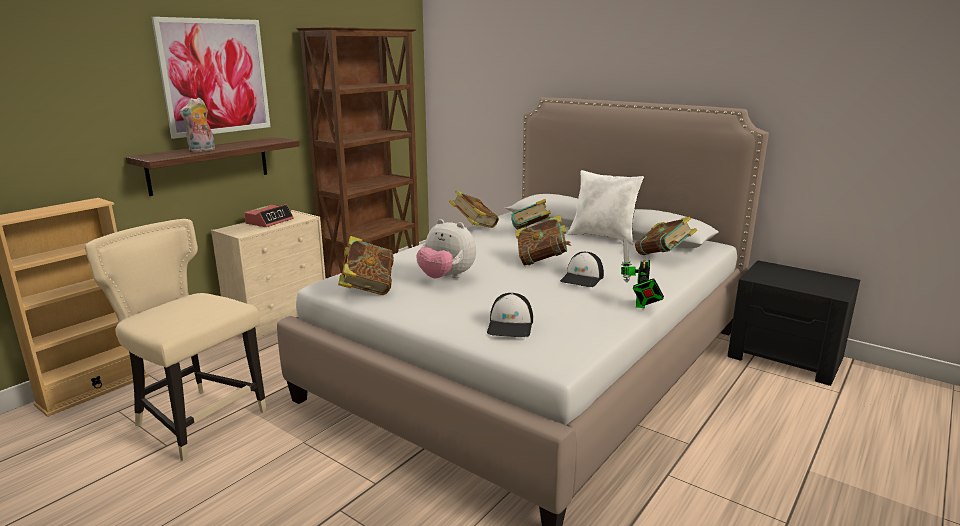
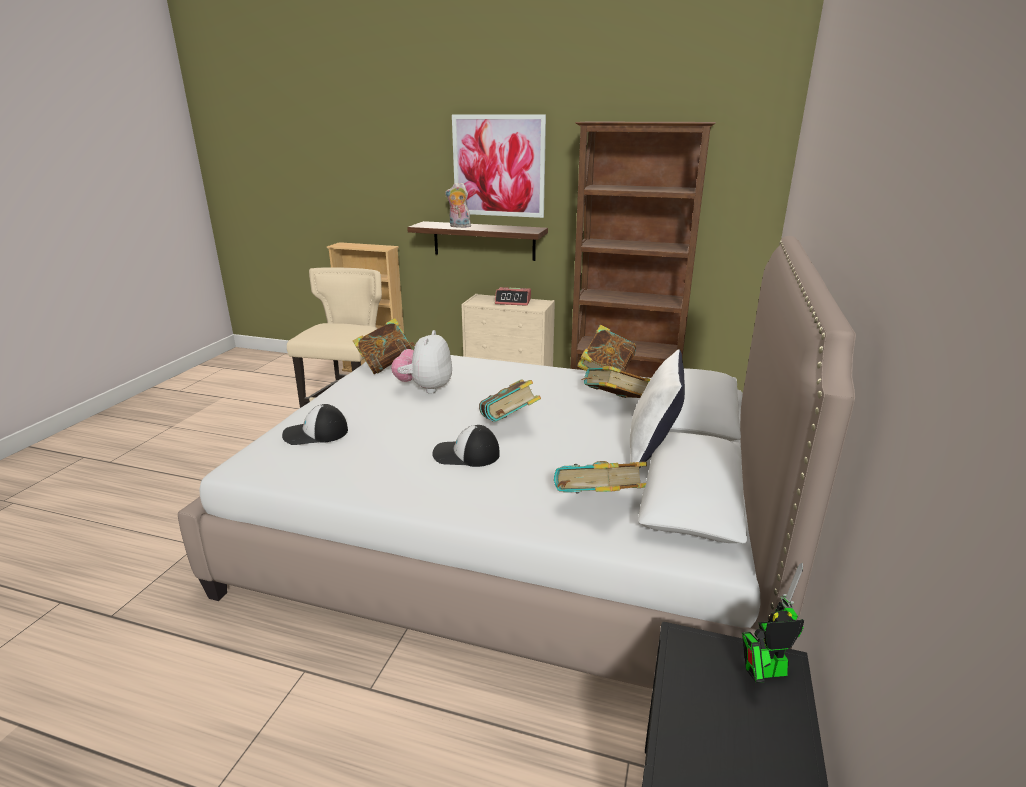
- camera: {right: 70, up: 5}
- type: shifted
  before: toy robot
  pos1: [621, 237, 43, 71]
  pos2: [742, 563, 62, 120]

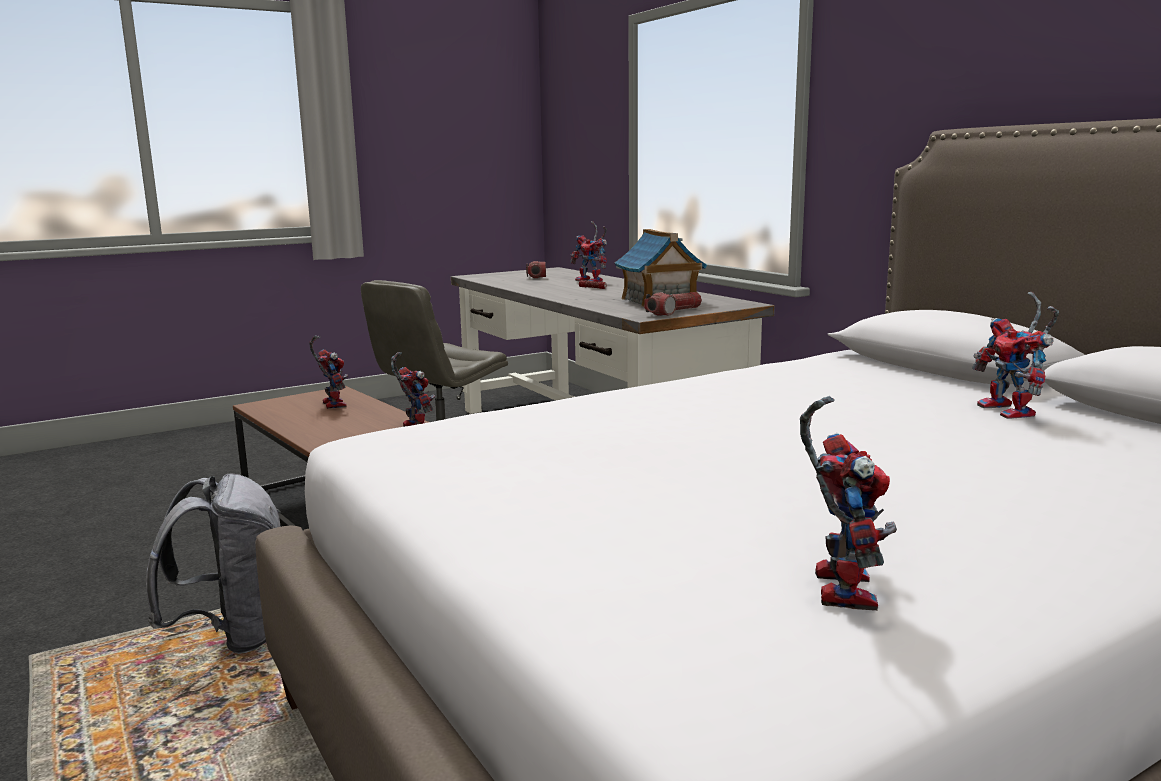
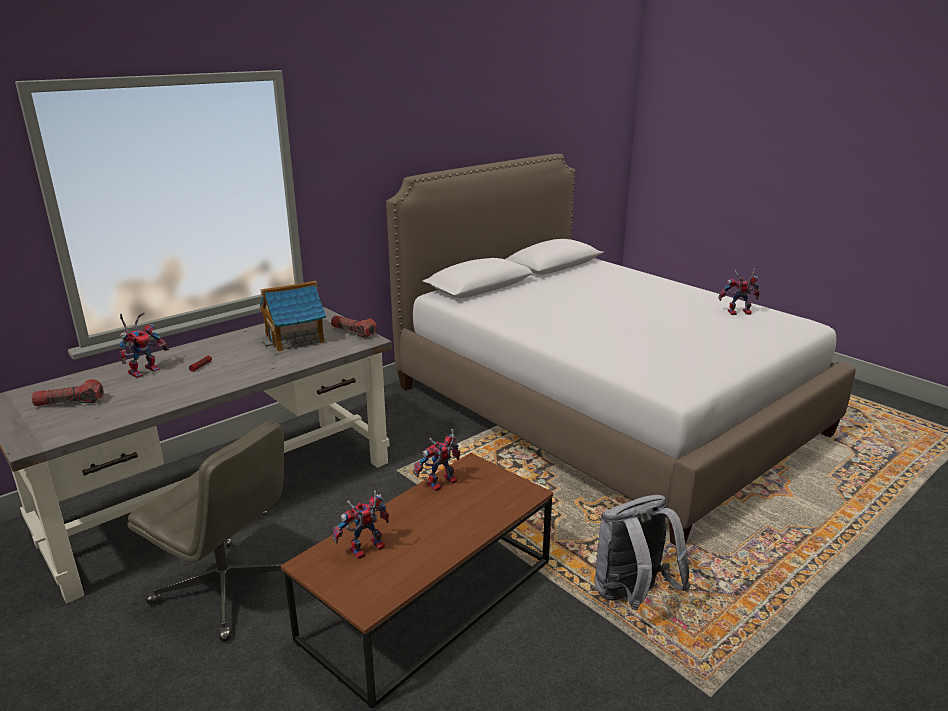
- camera: {right: -100, up: 10}
- type: gone
  before: toy robot
  pos1: [972, 292, 87, 127]

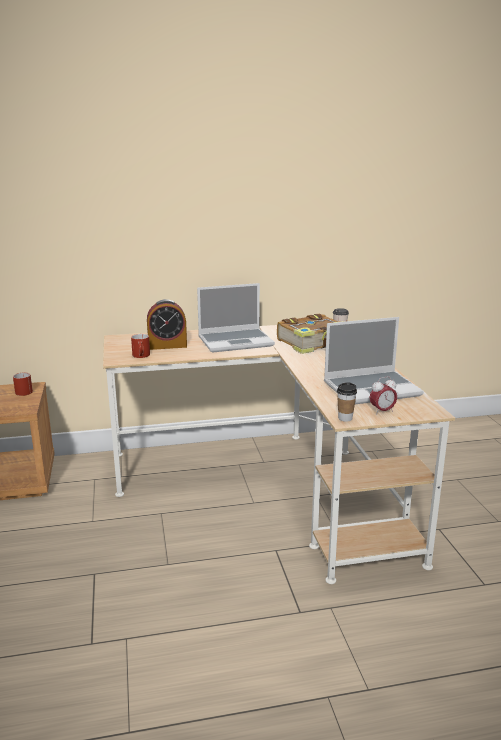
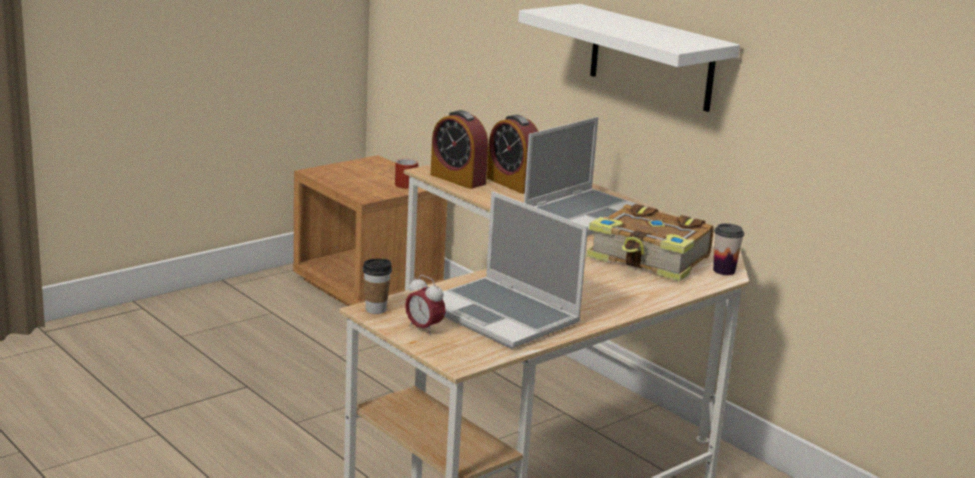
- camera: {right: 60, up: 0}
- type: swapped
  before: red mug
  after: alarm clock
  pos1: [131, 334, 19, 24]
  pos2: [431, 110, 58, 79]
- type: new
  after: white shelf
  pos2: [518, 4, 222, 108]
- type: rotated
  before: laptop
  pos1: [197, 283, 78, 70]
  pos2: [524, 117, 124, 119]
  turn: -90

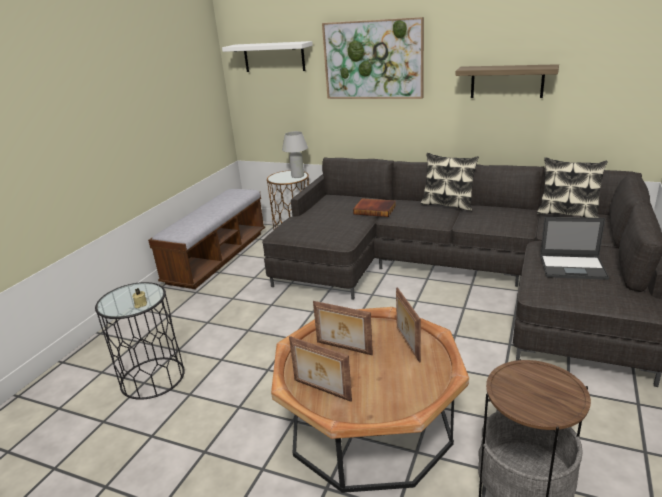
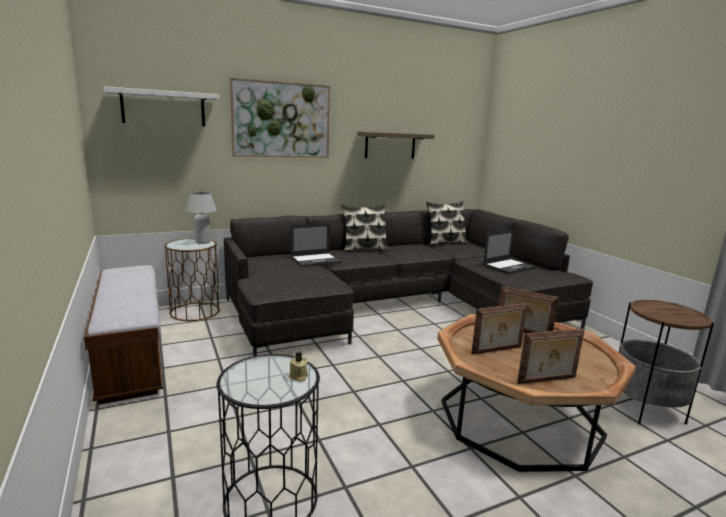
- camera: {right: -50, up: -10}
- type: swapped
  before: book
  after: laptop
  pos1: [353, 198, 43, 19]
  pos2: [291, 223, 51, 44]

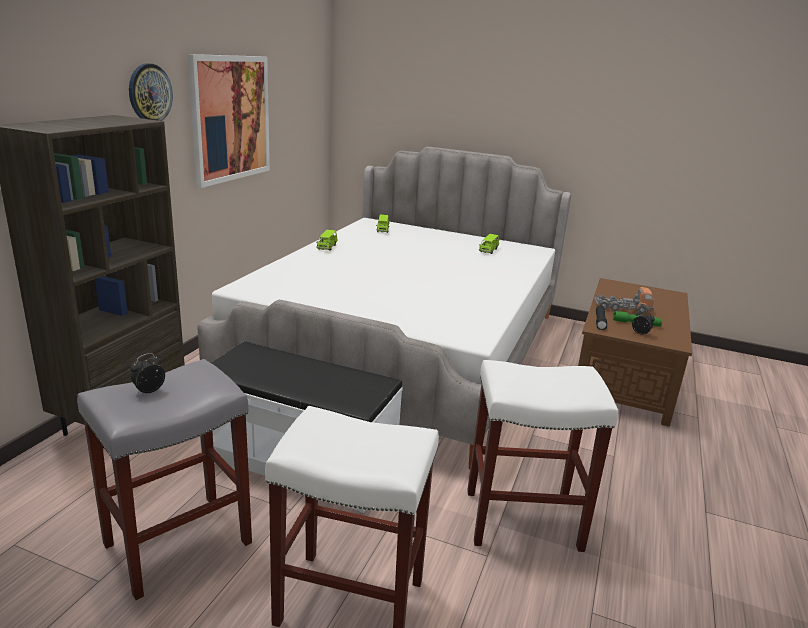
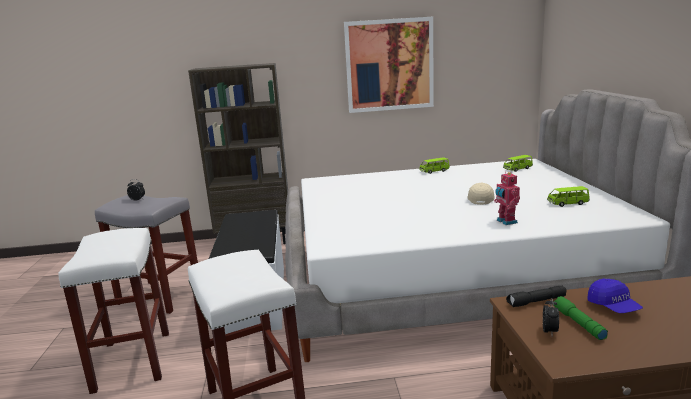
- camera: {right: 65, up: -5}
- type: new
  after: beige cap
  pos2: [468, 182, 27, 23]
- type: new
  after: toy robot
  pos2: [494, 172, 26, 53]
- type: swapped
  before: toy truck
  after: blue cap
  pos1: [594, 287, 60, 27]
  pos2: [587, 279, 56, 34]
- type: gone
  before: wall clock
  pos1: [129, 64, 44, 57]

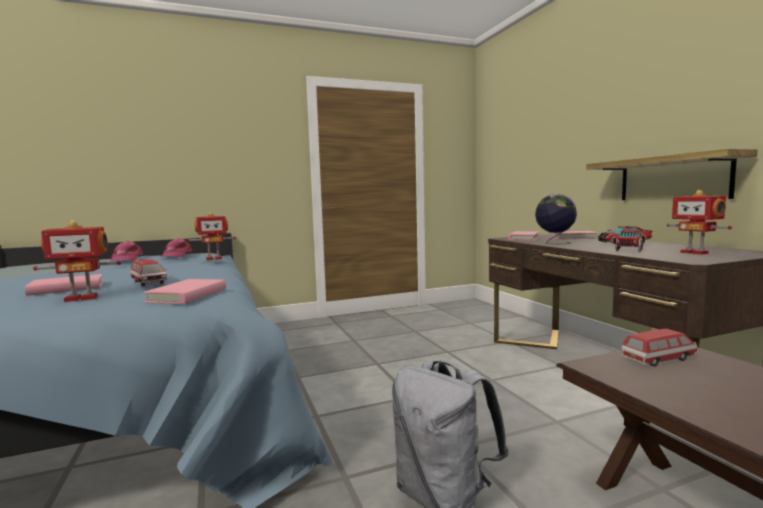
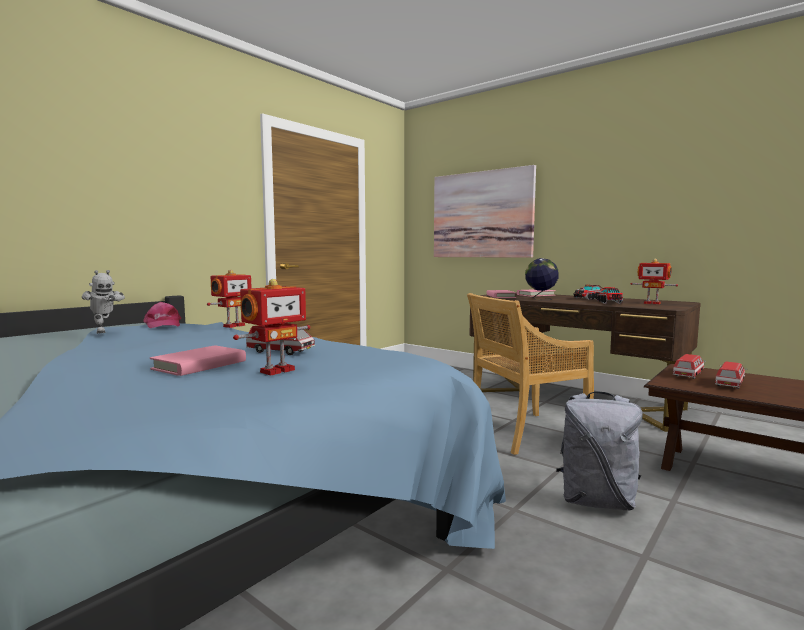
- camera: {right: -30, up: 0}
- type: swapped
  before: pink cap
  after: toy robot
  pos1: [110, 241, 33, 21]
  pos2: [81, 270, 44, 64]
- type: new
  after: picture
  pos2: [434, 165, 102, 93]
- type: new
  after: beige chair
  pos2: [467, 293, 127, 162]
- type: new
  after: toy car
  pos2: [715, 362, 32, 27]
- type: gone
  before: pink book
  pos1: [143, 279, 83, 25]
- type: gone
  before: shelf
  pos1: [586, 149, 172, 51]

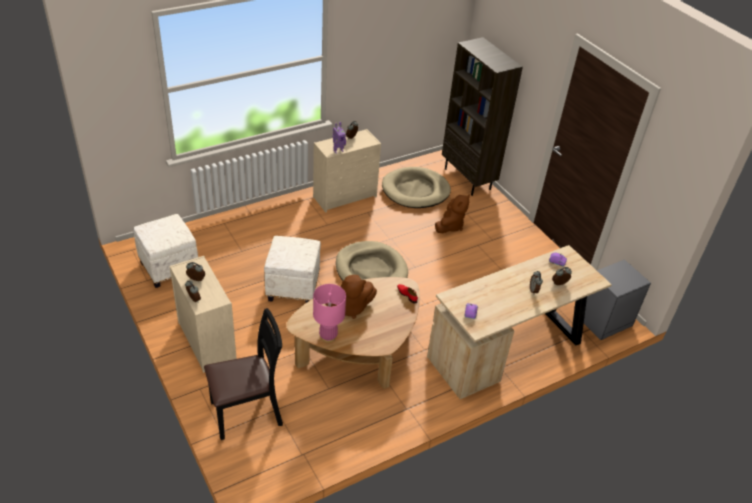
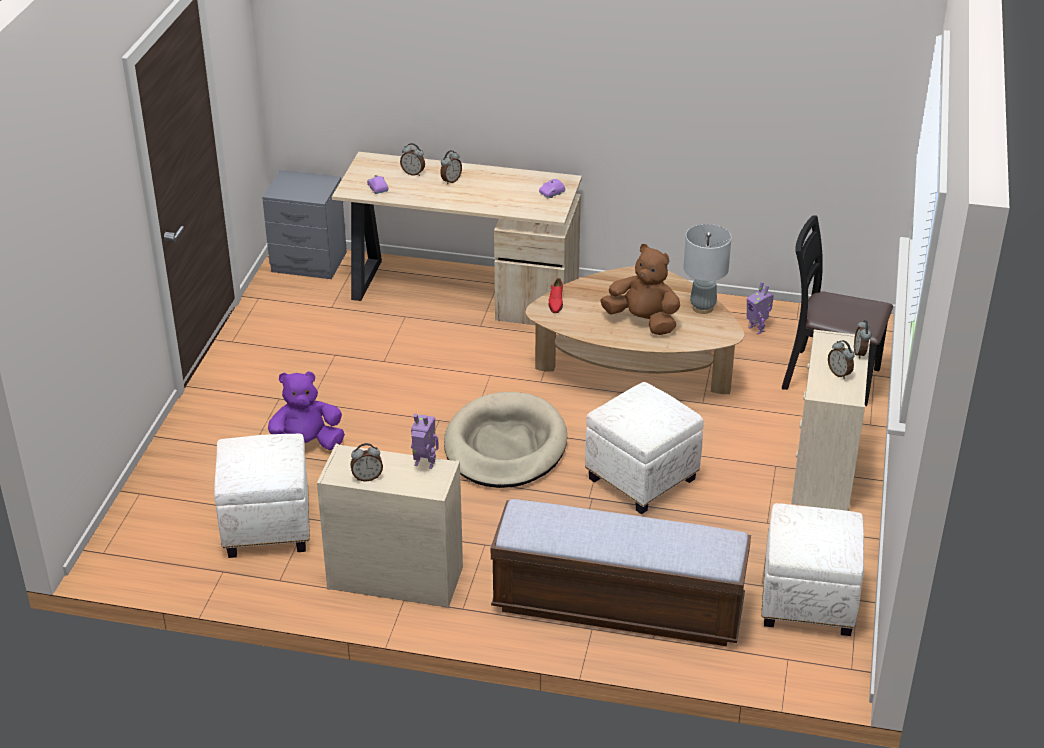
- camera: {right: -135, up: -5}
- type: swapped
  before: beige dog bed
  after: white ottoman
  pos1: [382, 167, 69, 41]
  pos2: [214, 434, 96, 124]
- type: repainted
  before: brown plush toy
  after: purple plush toy
  pos1: [435, 194, 35, 39]
  pos2: [268, 371, 77, 79]
- type: new
  after: bench
  pos2: [491, 499, 260, 147]
- type: repainted
  before: pink table lamp
  after: grey table lamp
  pos1: [313, 284, 33, 59]
  pos2: [683, 224, 49, 90]
- type: new
  after: toy robot
  pos2: [746, 282, 28, 52]
- type: gone
  before: brown bookcase
  pos1: [442, 37, 81, 159]

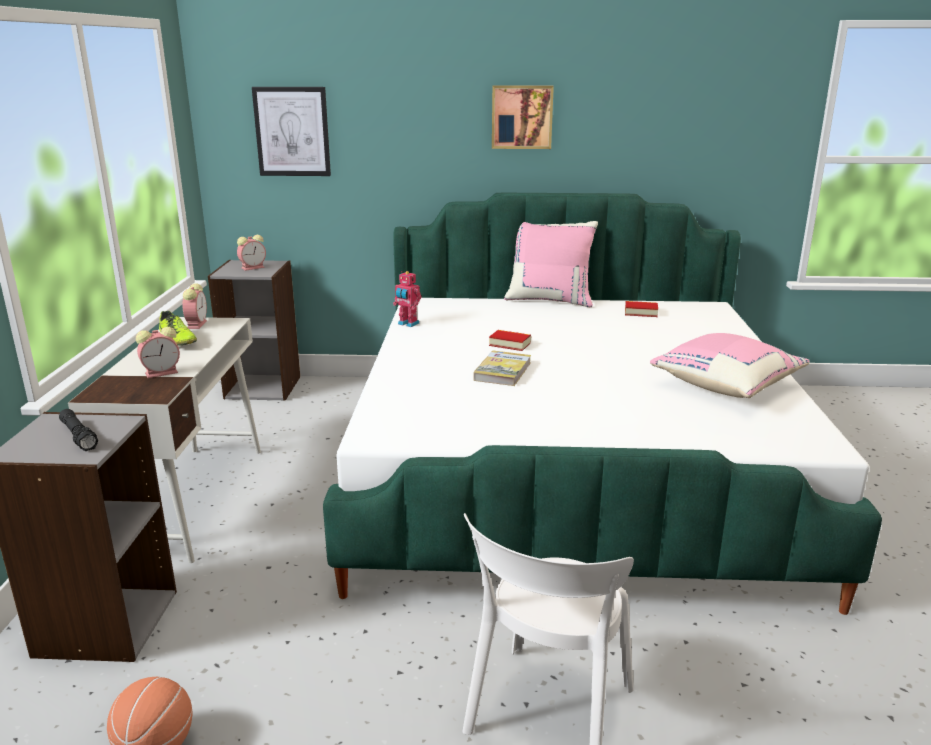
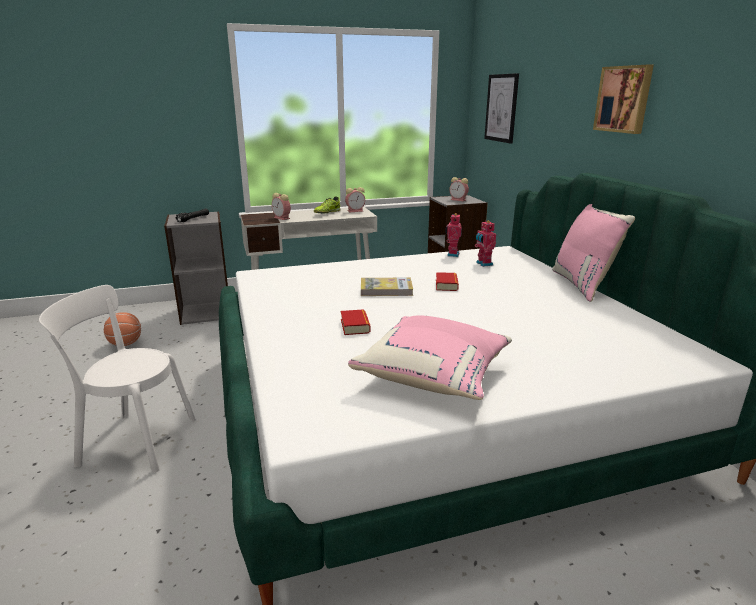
- camera: {right: 70, up: 0}
- type: shifted
  before: book
  pos1: [625, 301, 33, 16]
  pos2: [341, 309, 30, 26]
- type: new
  after: toy robot
  pos2: [475, 220, 21, 47]

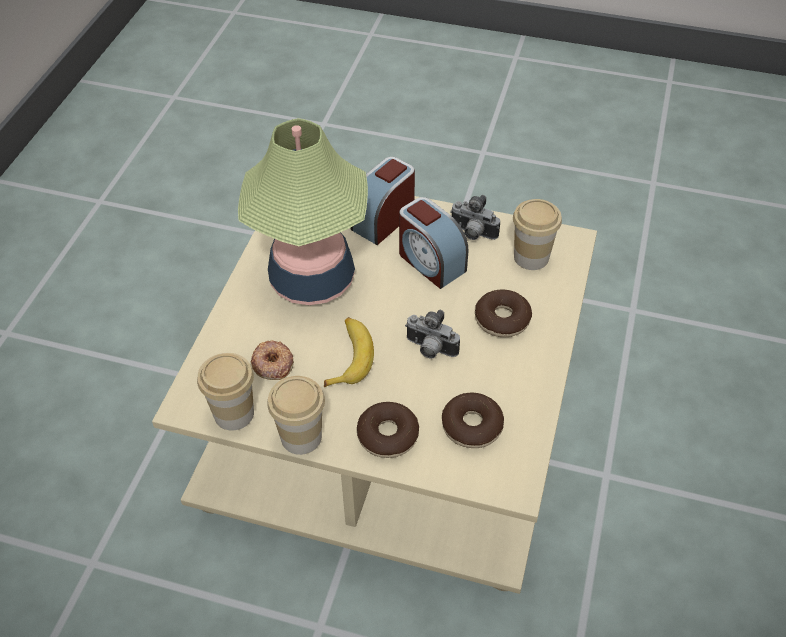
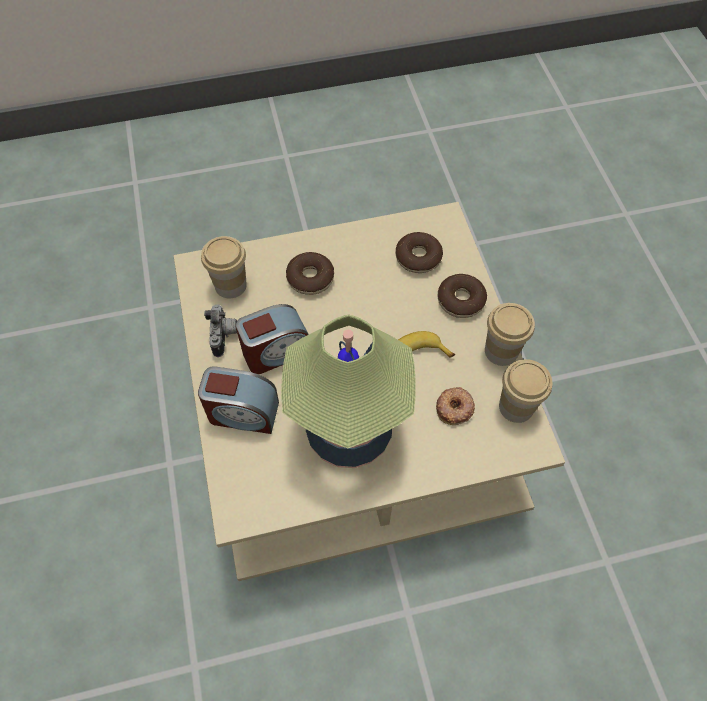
- camera: {right: -120, up: 10}
- type: rotated
  before: alarm clock
  pos1: [399, 197, 69, 92]
  pos2: [236, 304, 73, 70]
  turn: 45
- type: gone
  before: photo camera
  pos1: [405, 310, 55, 49]

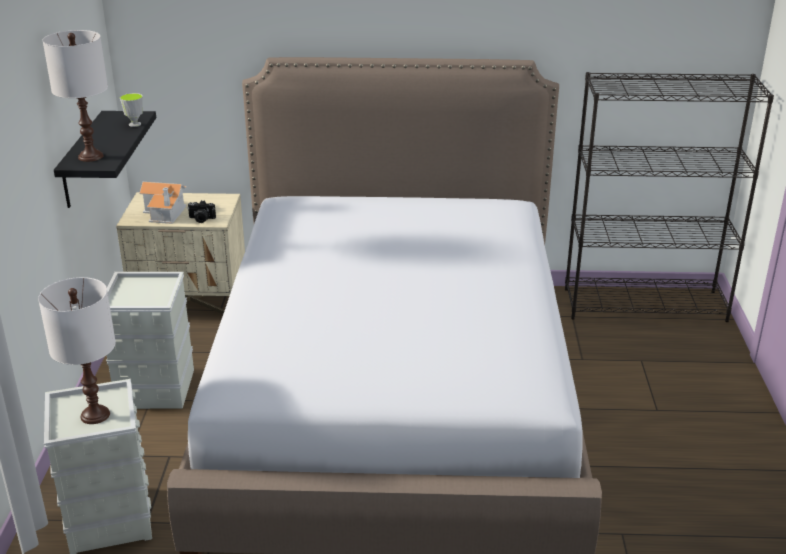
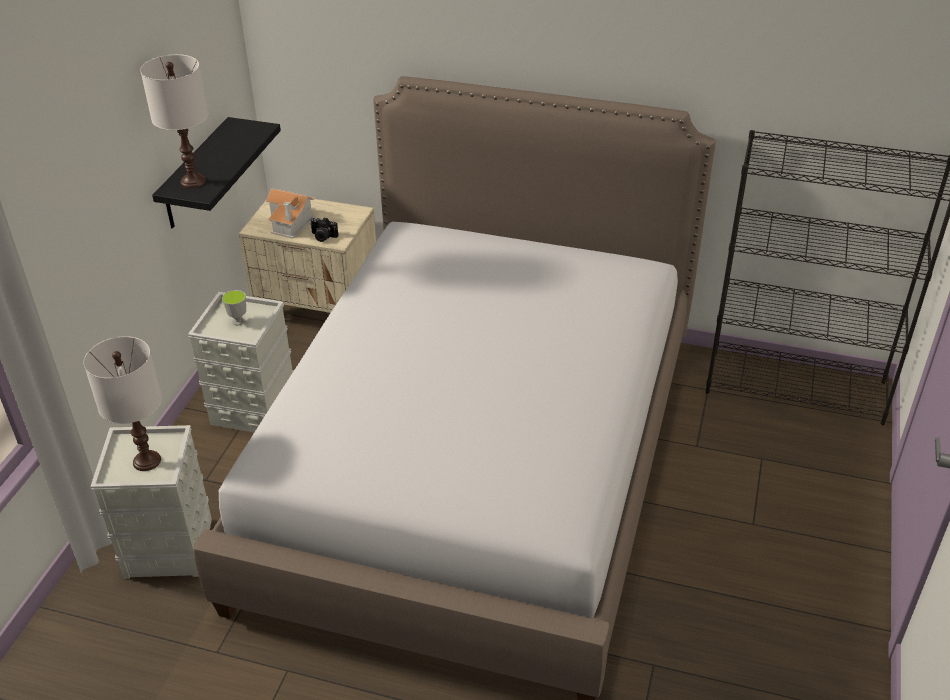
- camera: {right: 15, up: 10}
- type: shifted
  before: cup
  pos1: [120, 93, 23, 34]
  pos2: [222, 290, 24, 36]

